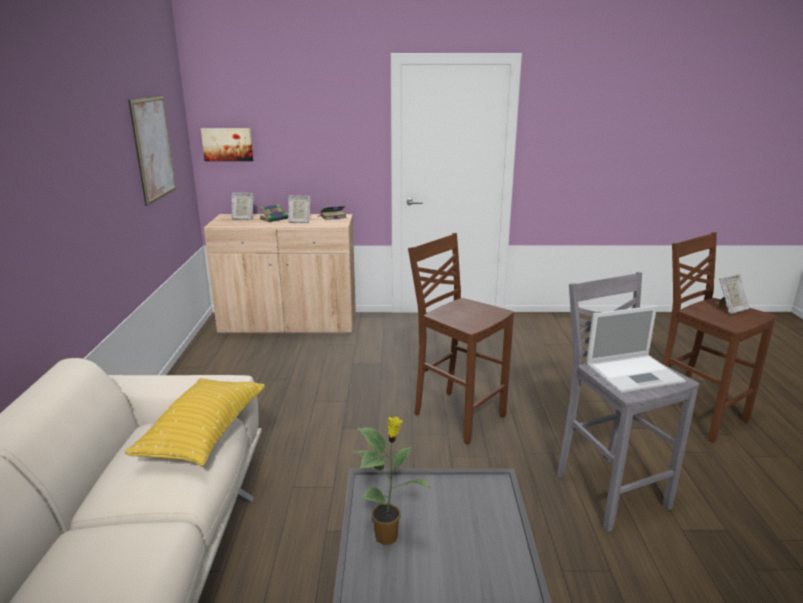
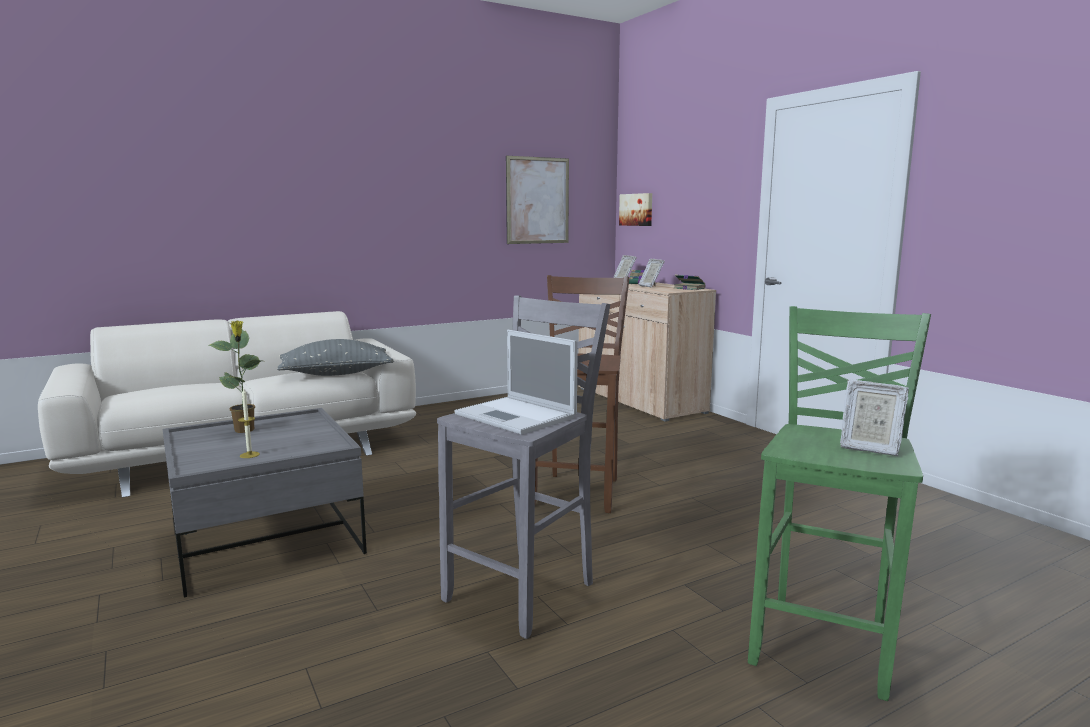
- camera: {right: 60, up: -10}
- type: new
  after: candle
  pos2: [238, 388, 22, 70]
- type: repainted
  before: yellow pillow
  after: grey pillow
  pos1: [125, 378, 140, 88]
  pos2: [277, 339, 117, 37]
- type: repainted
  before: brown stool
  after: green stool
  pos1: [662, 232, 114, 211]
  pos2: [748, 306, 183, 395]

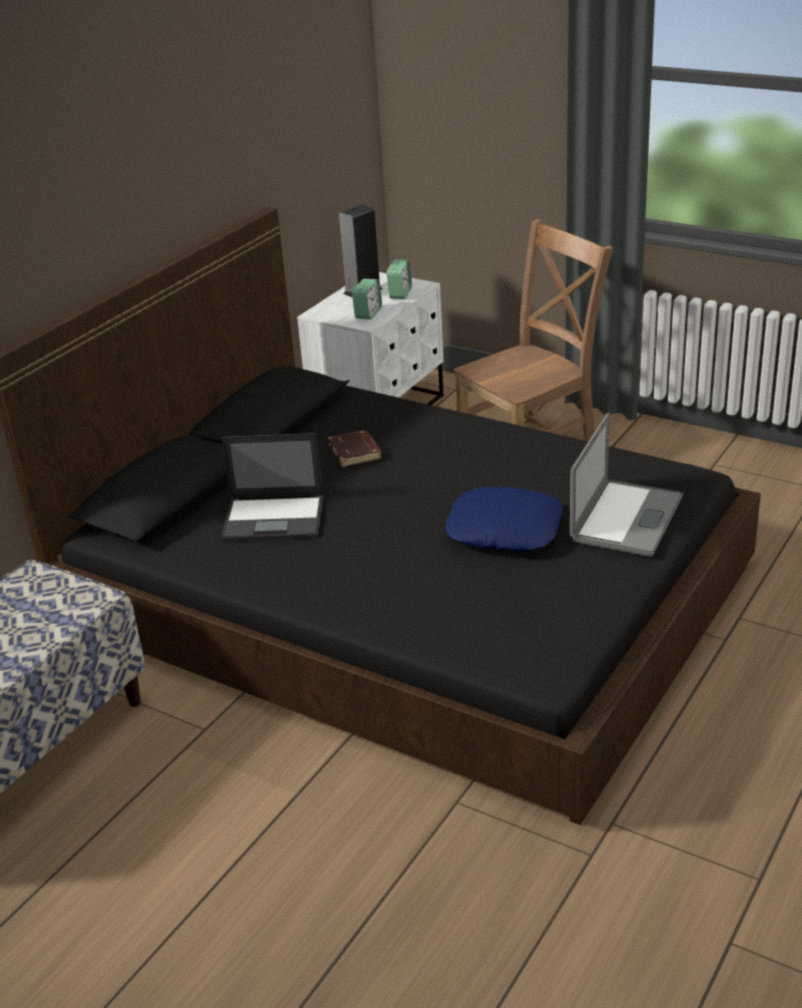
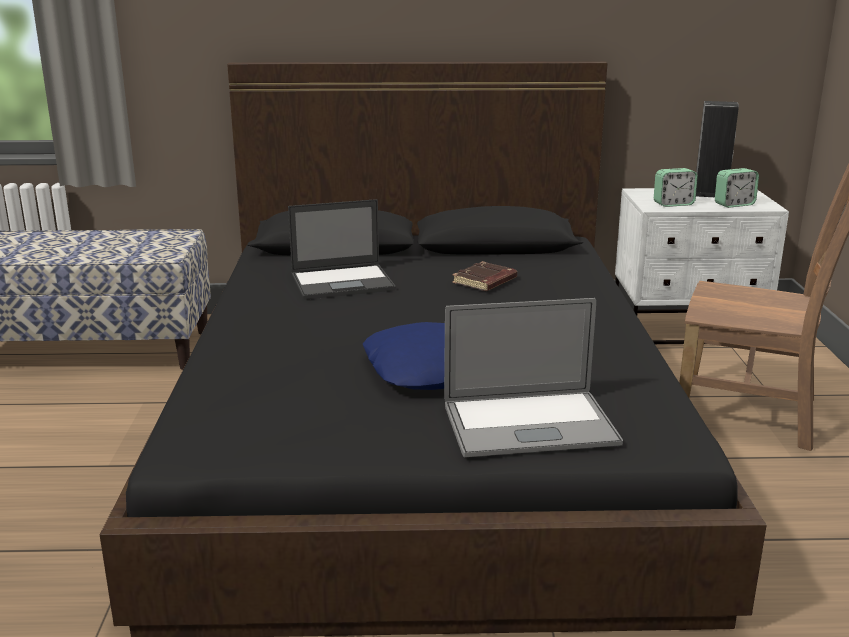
- camera: {right: 55, up: -10}
- type: rotated
  before: laptop
  pos1: [221, 433, 102, 108]
  pos2: [288, 199, 108, 101]
  turn: -75

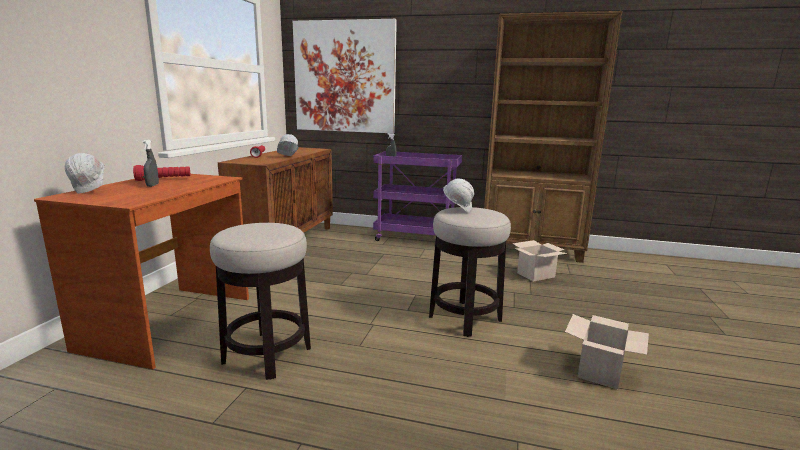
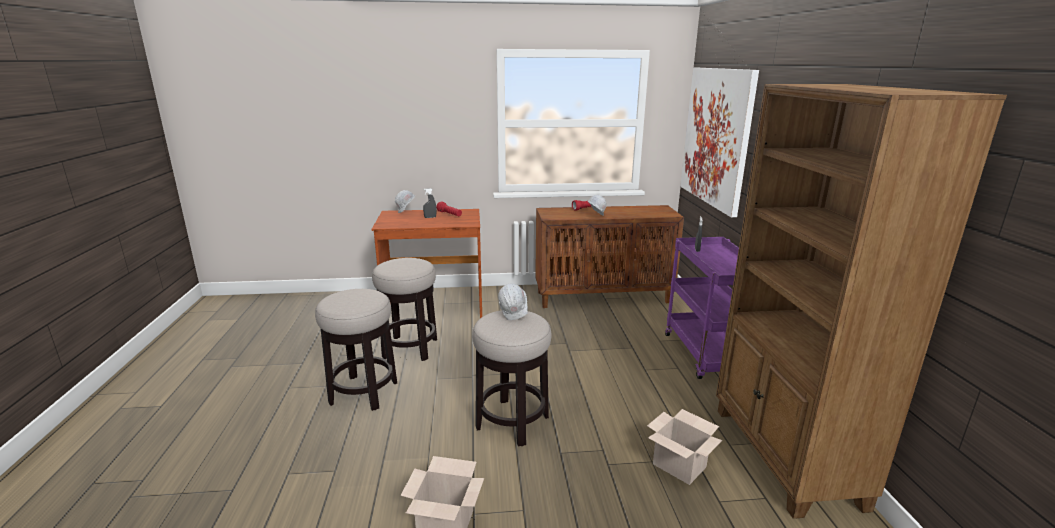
- camera: {right: 70, up: 5}
- type: new
  after: stool
  pos2: [315, 289, 82, 122]

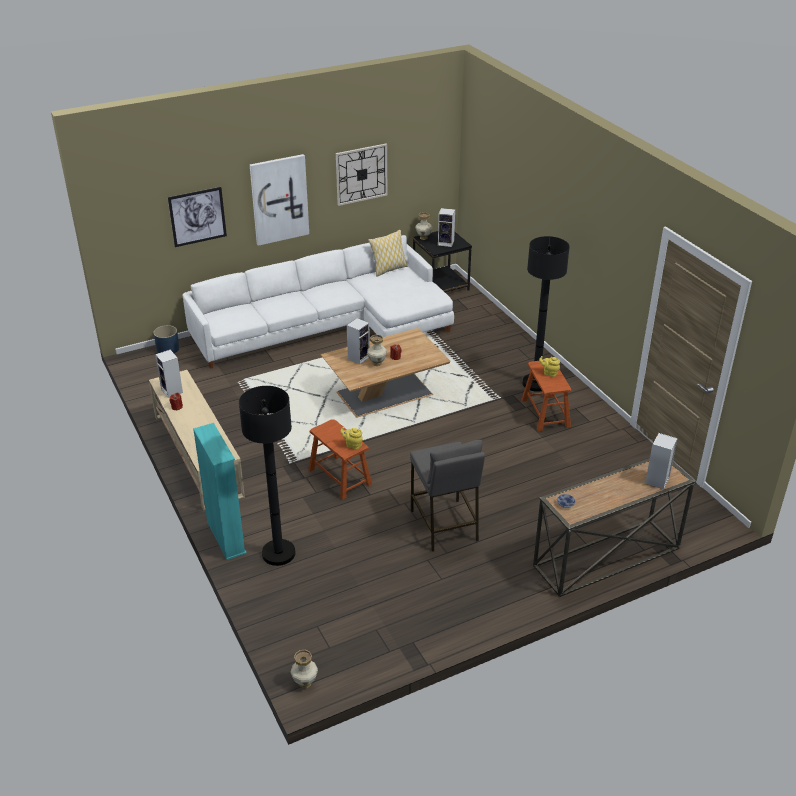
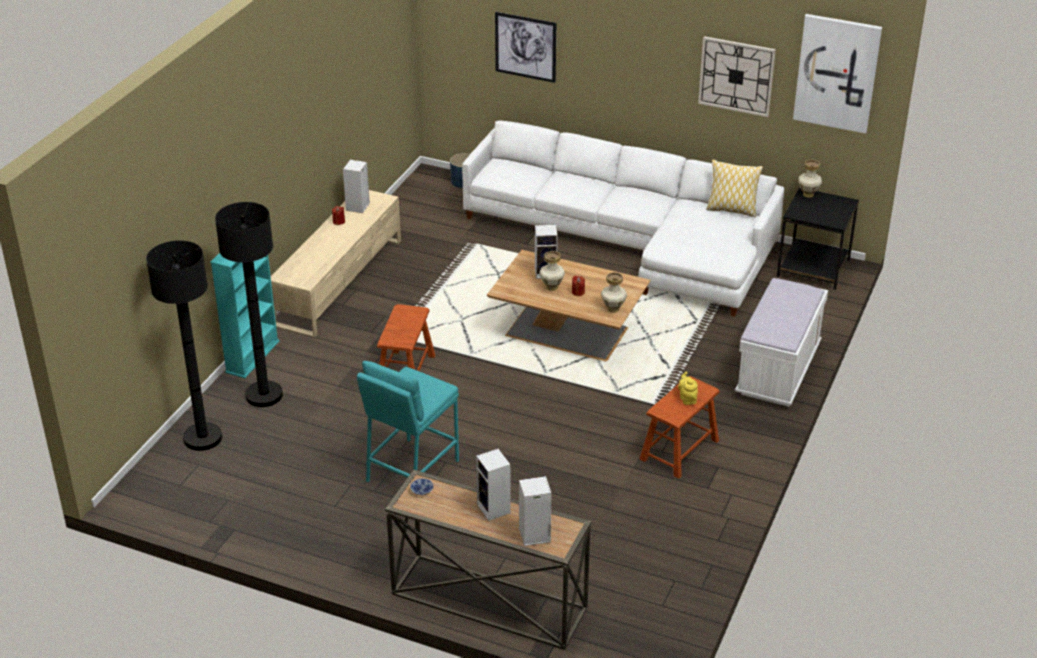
- camera: {right: 50, up: 0}
- type: shifted
  before: black floor lamp
  pos1: [522, 236, 48, 156]
  pos2: [146, 240, 76, 211]
- type: repainted
  before: grey stool
  after: turquoise stool
  pos1: [410, 440, 75, 112]
  pos2: [357, 361, 102, 121]
- type: shifted
  before: speaker
  pos1: [438, 208, 17, 39]
  pos2: [476, 449, 35, 72]
- type: shifted
  before: vase
  pos1: [290, 650, 28, 38]
  pos2: [601, 272, 26, 41]
- type: new
  after: white bench
  pos2: [735, 278, 93, 129]
- type: shifted
  before: picture
  pos1: [250, 154, 59, 92]
  pos2: [793, 14, 89, 119]
- type: gone
  before: yellow teapot
  pos1: [340, 427, 23, 23]

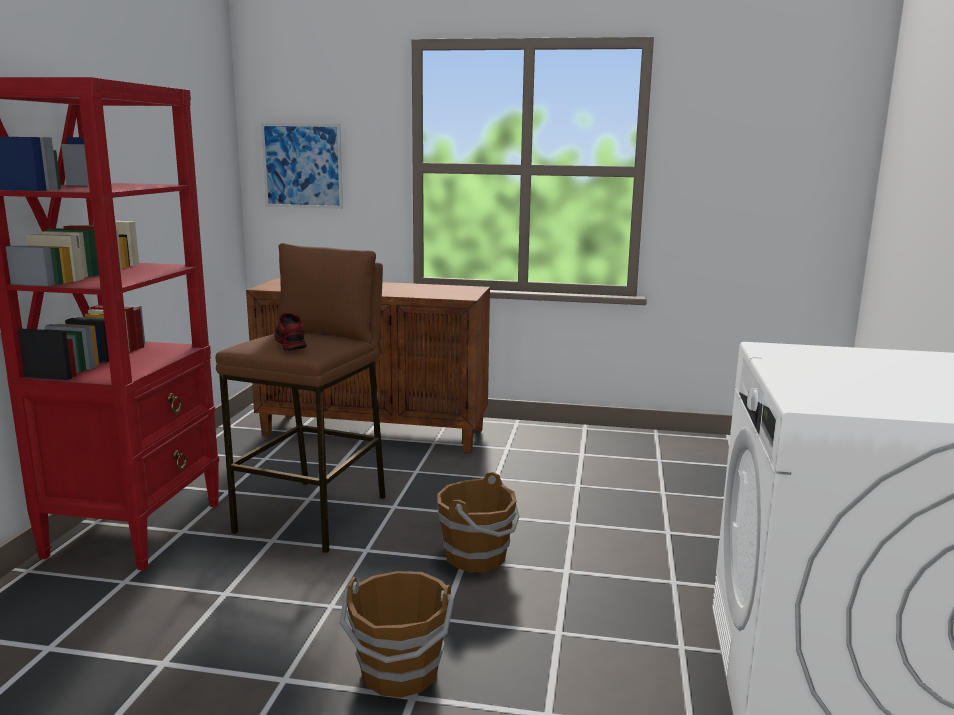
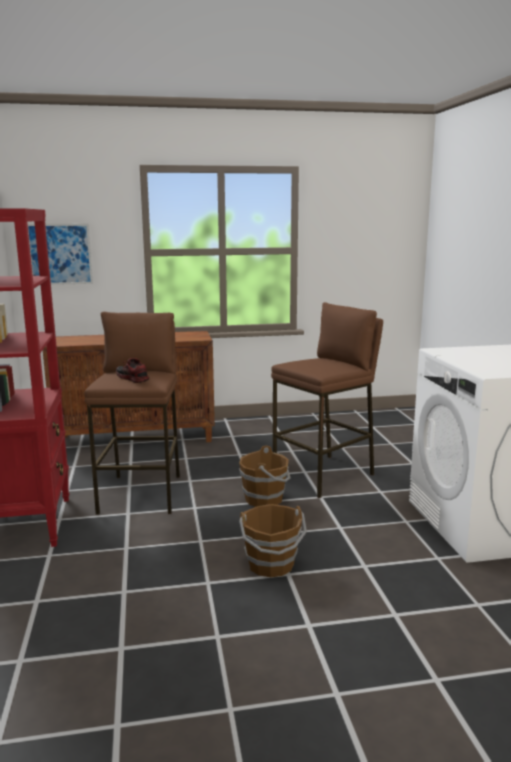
- camera: {right: -20, up: 0}
- type: new
  after: brown stool
  pos2: [271, 302, 112, 196]

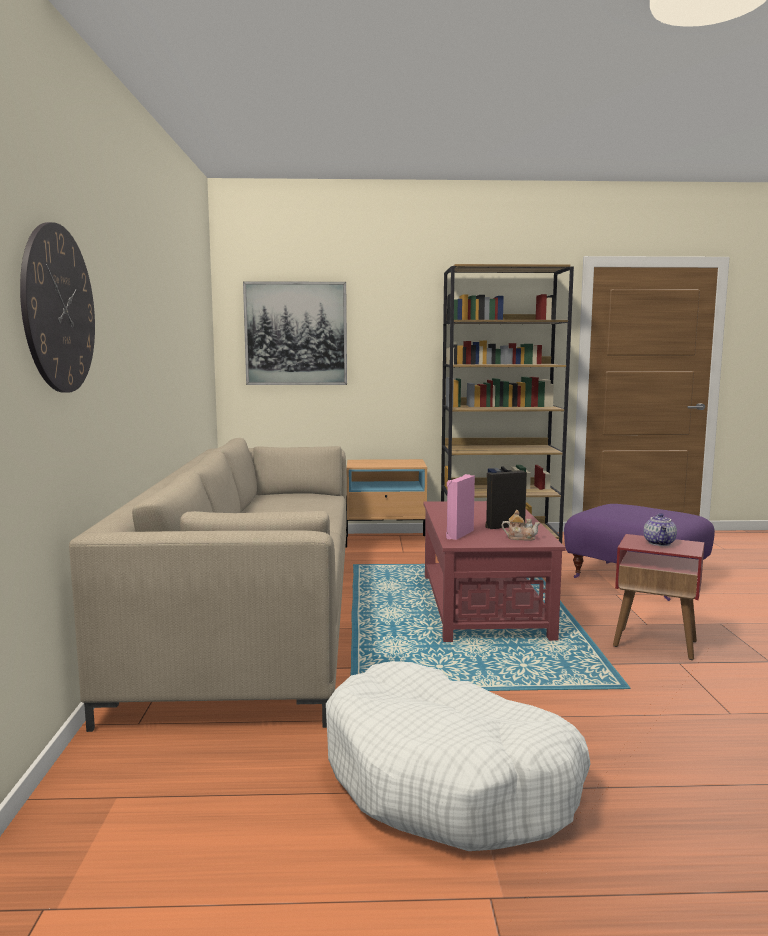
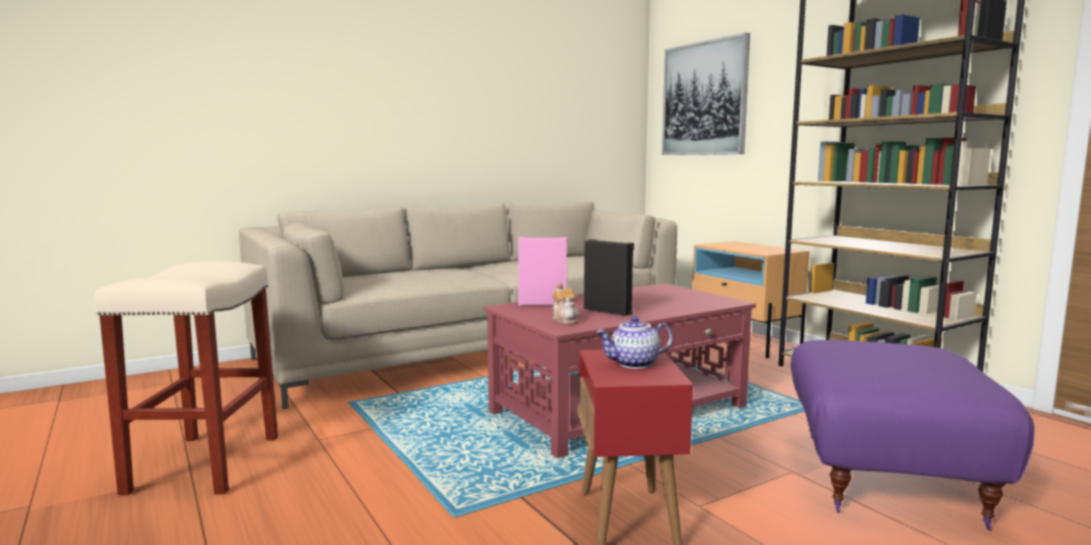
- camera: {right: 60, up: 0}
- type: swapped
  before: white dog bed
  after: beige stool
  pos1: [326, 661, 265, 190]
  pos2: [94, 261, 184, 234]
- type: gone
  before: wall clock
  pos1: [20, 222, 75, 171]

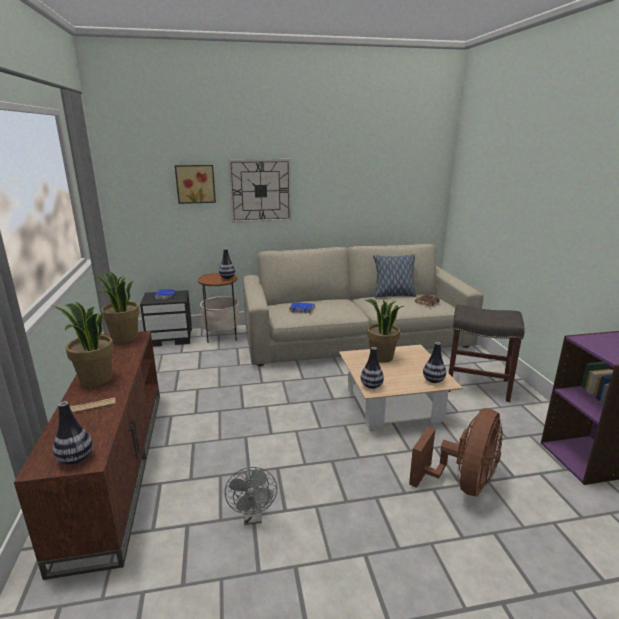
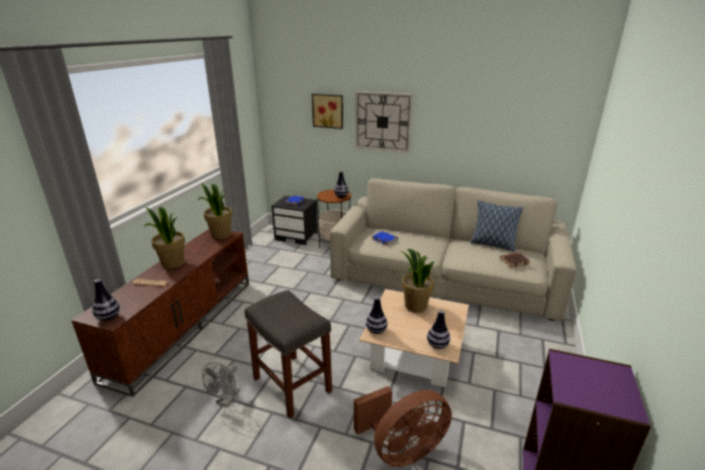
- camera: {right: 30, up: 5}
- type: shifted
  before: grey stool
  pos1: [449, 305, 76, 97]
  pos2: [245, 290, 87, 129]

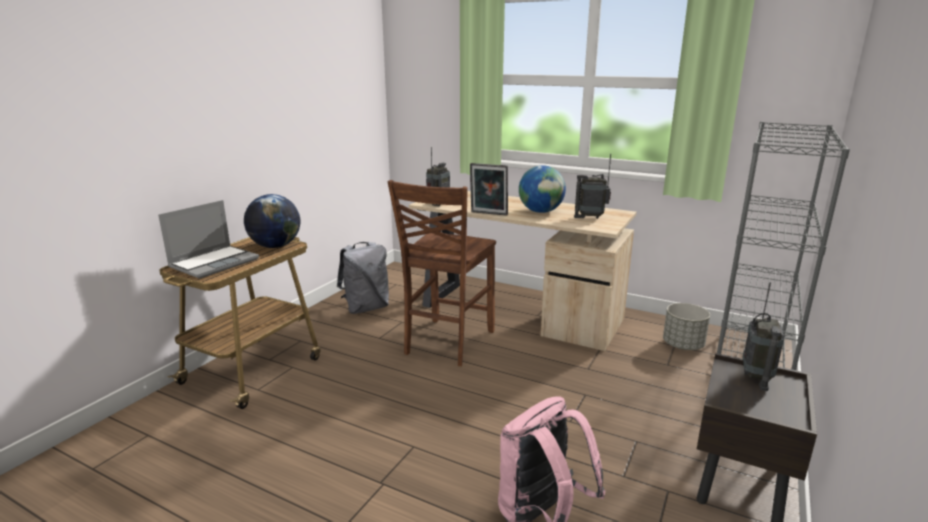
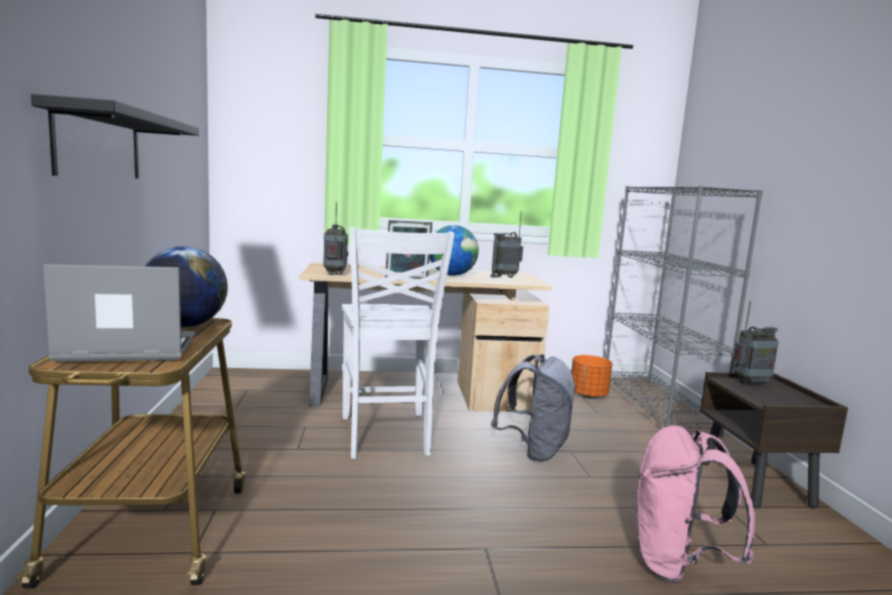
- camera: {right: -35, up: -10}
- type: new
  after: black shelf
  pos2: [31, 94, 168, 85]
- type: rotated
  before: laptop
  pos1: [158, 200, 101, 79]
  pos2: [43, 264, 152, 98]
  turn: -105
- type: repainted
  before: brown chair
  after: white chair
  pos1: [387, 180, 109, 186]
  pos2: [342, 227, 113, 232]
- type: shifted
  before: grey backpack
  pos1: [337, 242, 52, 72]
  pos2: [491, 354, 85, 108]
- type: repainted
  before: grey planter
  after: orange planter
  pos1: [663, 303, 47, 47]
  pos2: [571, 355, 41, 43]
- type: rotated
  before: radio
  pos1: [742, 282, 43, 109]
  pos2: [733, 301, 46, 84]
  turn: -90

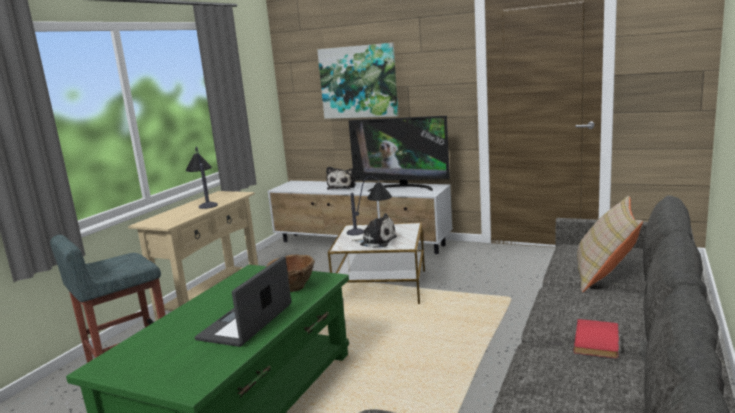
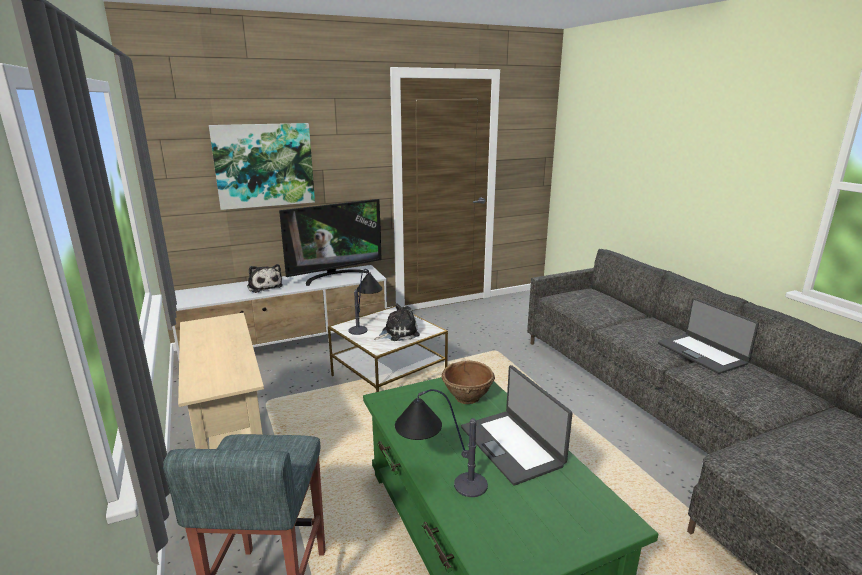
- camera: {right: -50, up: 5}
- type: shifted
  before: table lamp
  pos1: [186, 147, 32, 62]
  pos2: [395, 389, 93, 108]
- type: swapped
  before: red book
  after: laptop
  pos1: [574, 319, 45, 39]
  pos2: [658, 298, 101, 76]
- type: gone
  before: beige pillow
  pos1: [577, 196, 66, 96]

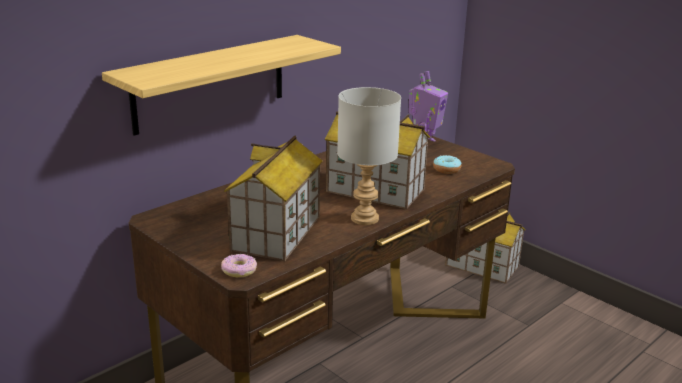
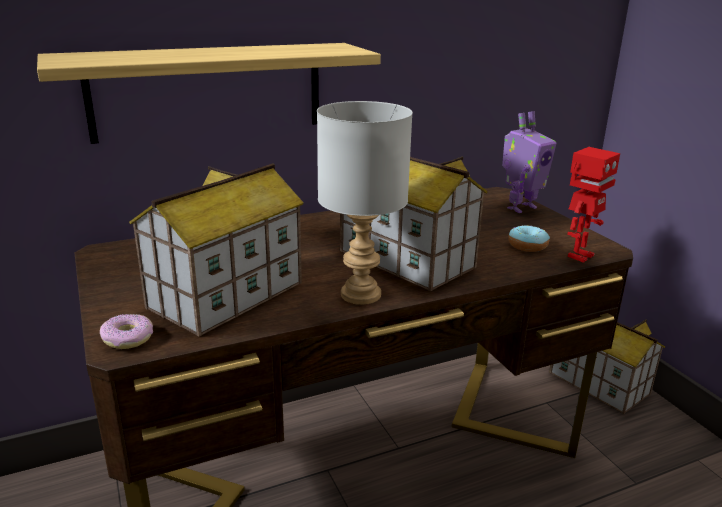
- camera: {right: 20, up: 0}
- type: new
  after: toy robot
  pos2: [567, 147, 53, 116]

